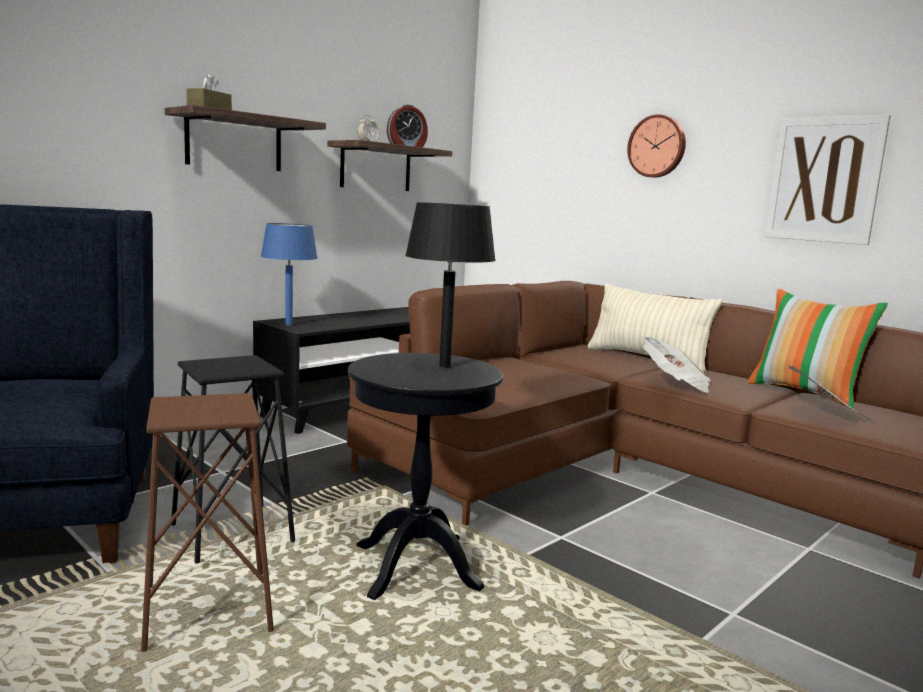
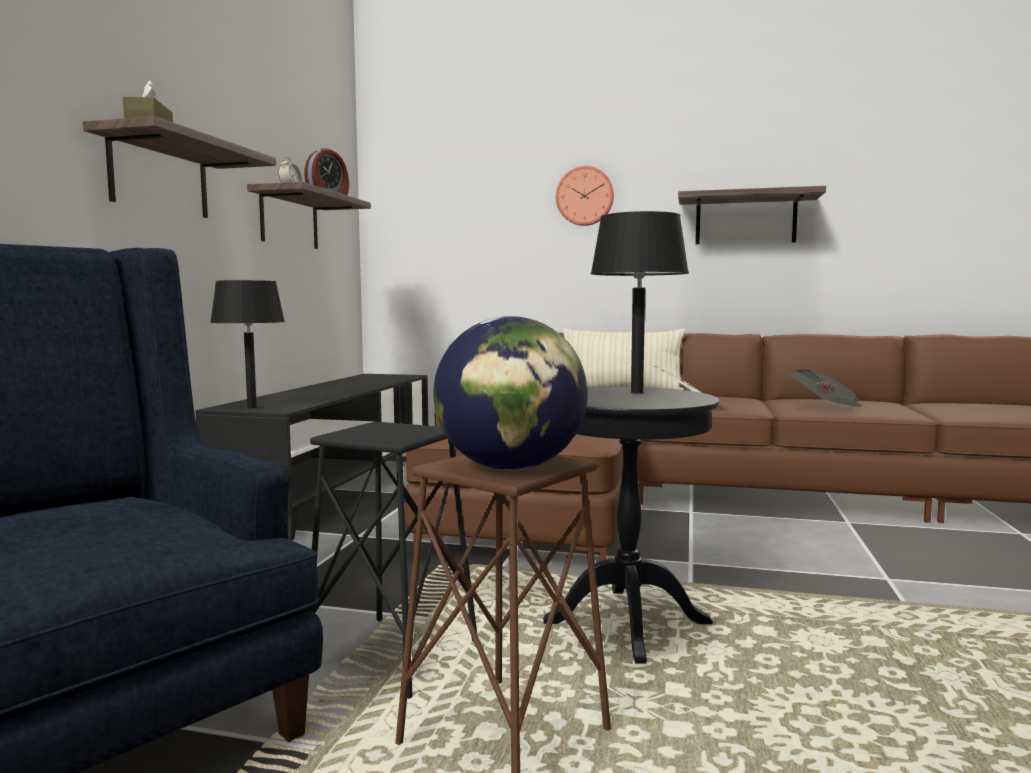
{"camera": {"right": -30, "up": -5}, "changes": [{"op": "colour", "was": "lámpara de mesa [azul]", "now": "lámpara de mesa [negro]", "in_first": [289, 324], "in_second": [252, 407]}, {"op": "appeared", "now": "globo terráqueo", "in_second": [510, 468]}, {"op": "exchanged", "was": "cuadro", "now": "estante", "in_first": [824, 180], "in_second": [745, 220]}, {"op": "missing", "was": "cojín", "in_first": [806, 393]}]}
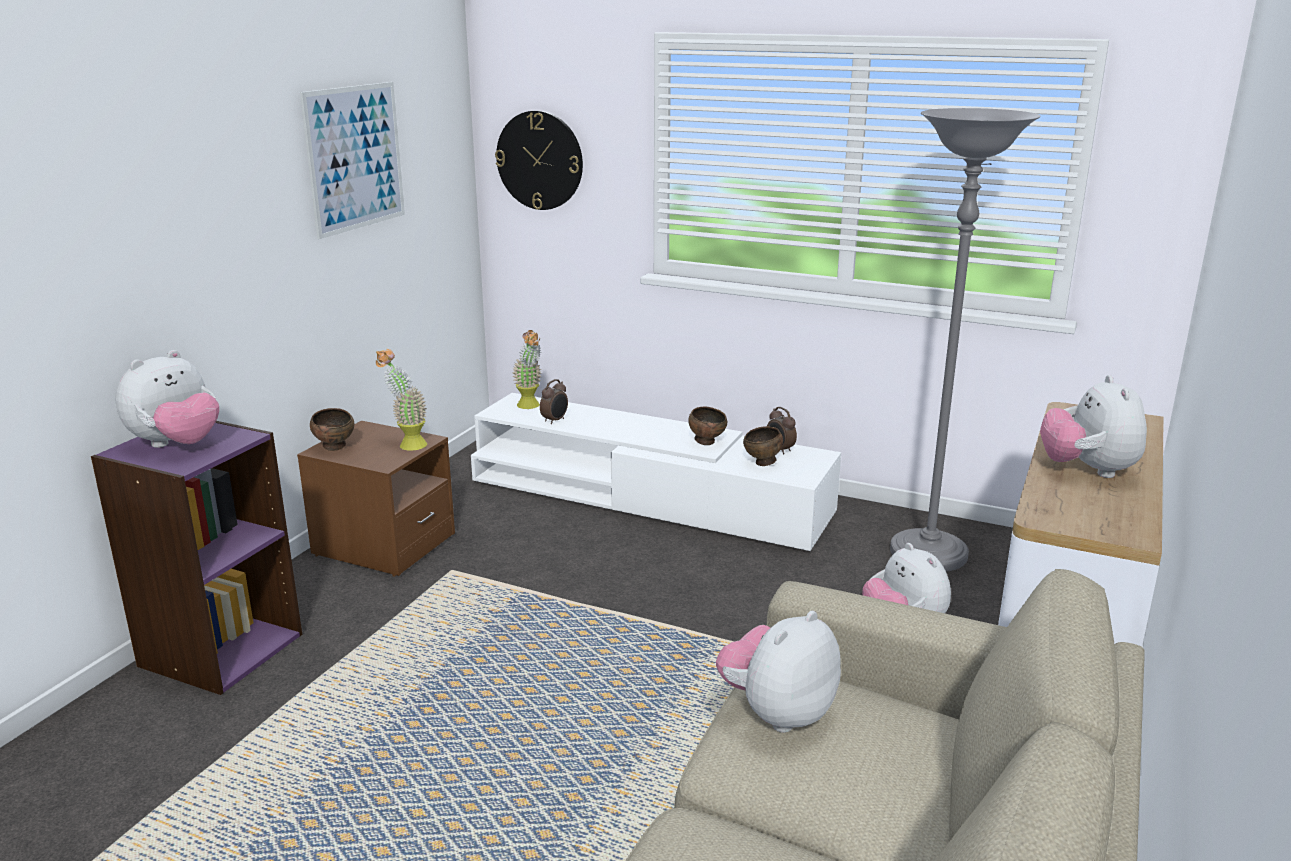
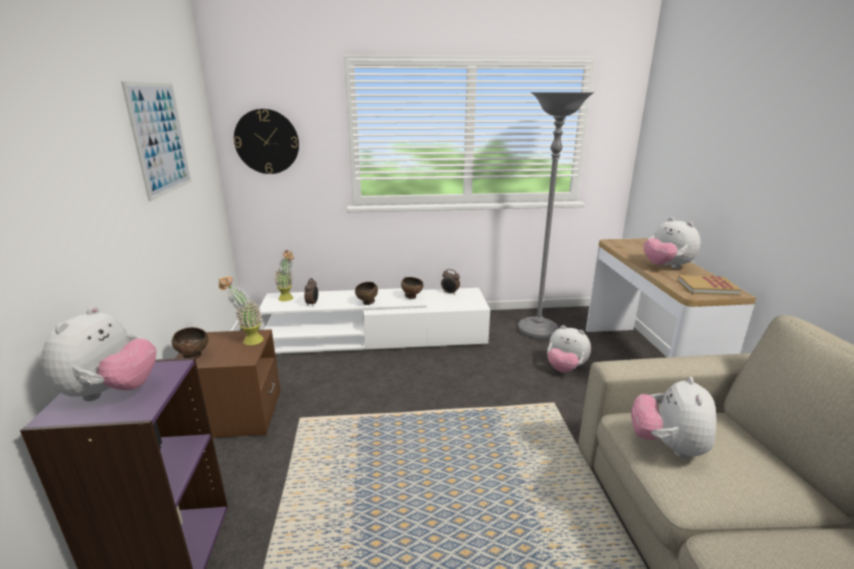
{"camera": {"right": -30, "up": 0}, "changes": [{"op": "relocated", "was": "cuenco [marrón]", "in_first": [762, 463], "in_second": [367, 303]}, {"op": "appeared", "now": "libro", "in_second": [707, 287]}]}
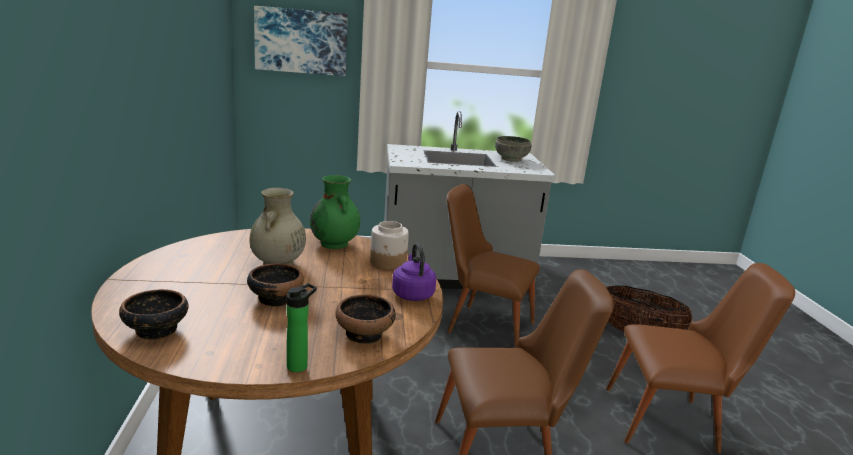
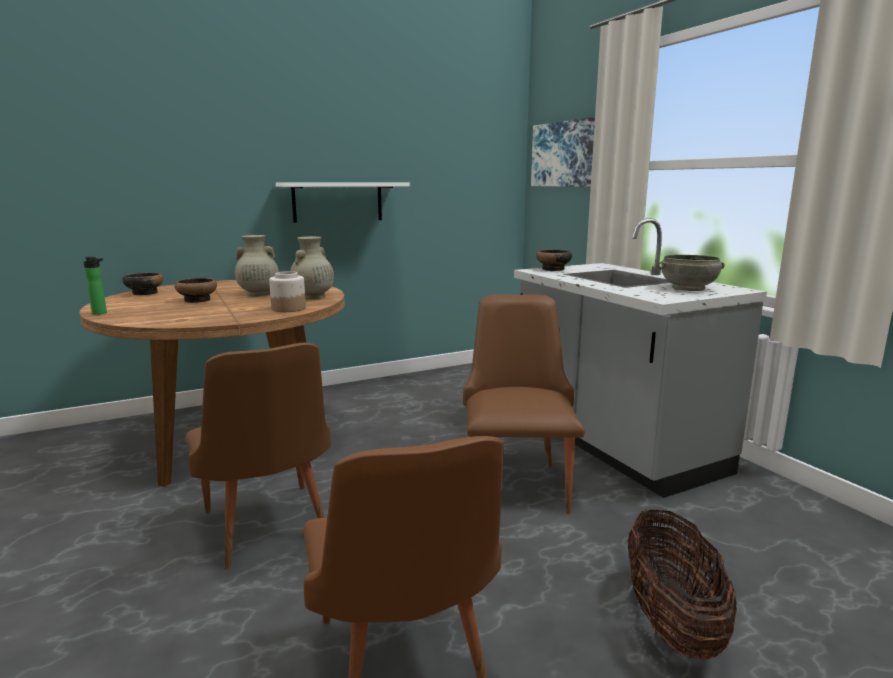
{"camera": {"right": 70, "up": -5}, "changes": [{"op": "appeared", "now": "estante [blanco]", "in_second": [337, 202]}, {"op": "colour", "was": "florero [verde]", "now": "florero [beis]", "in_first": [334, 244], "in_second": [313, 297]}, {"op": "relocated", "was": "cuenco", "in_first": [365, 334], "in_second": [553, 269]}, {"op": "missing", "was": "hervidor [morado]", "in_first": [412, 294]}]}
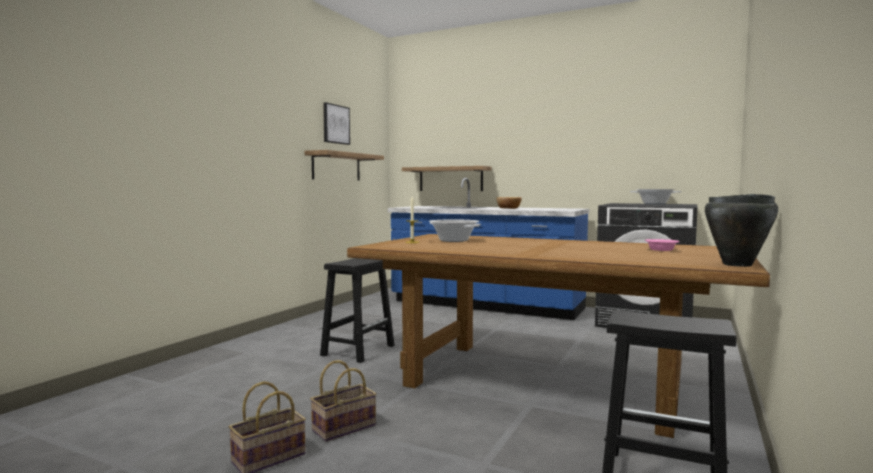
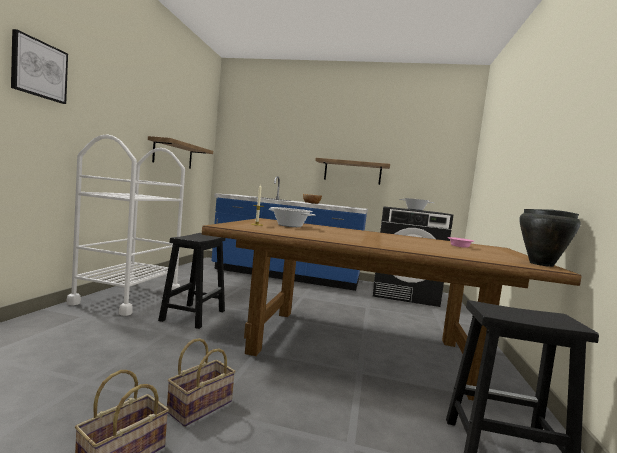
{"camera": {"right": -15, "up": 0}, "changes": [{"op": "relocated", "was": "cuadro", "in_first": [335, 124], "in_second": [39, 69]}, {"op": "appeared", "now": "carrito [blanco]", "in_second": [128, 297]}, {"op": "relocated", "was": "estante", "in_first": [450, 179], "in_second": [352, 172]}]}
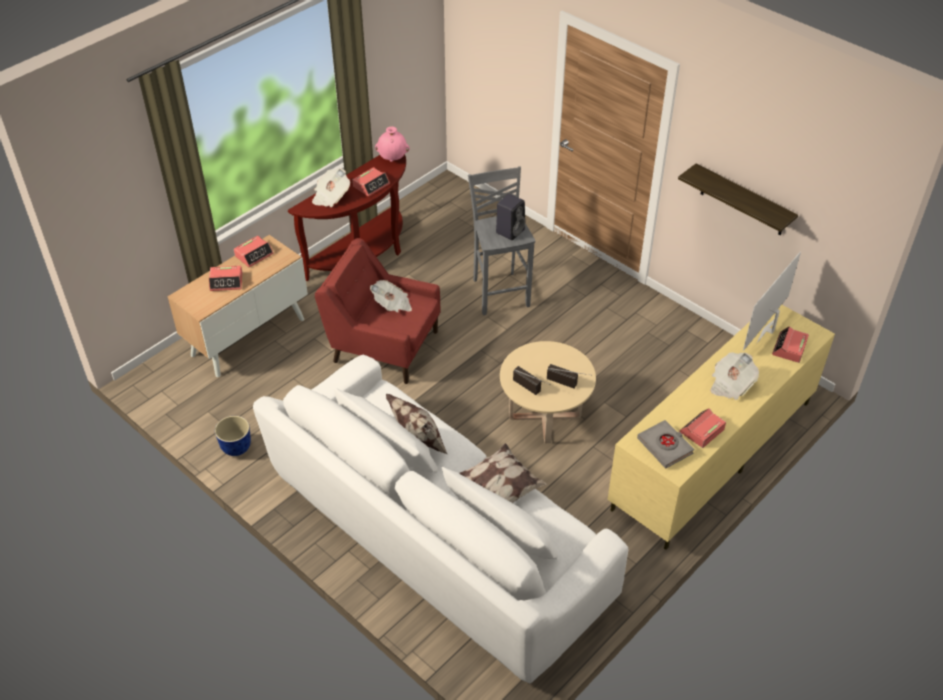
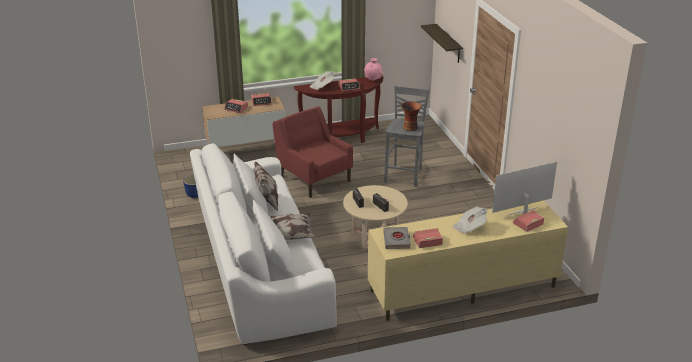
{"camera": {"right": 30, "up": -15}, "changes": [{"op": "exchanged", "was": "altavoz [negro]", "now": "florero", "in_first": [510, 231], "in_second": [410, 127]}, {"op": "relocated", "was": "estante", "in_first": [743, 201], "in_second": [448, 43]}, {"op": "missing", "was": "periódico", "in_first": [392, 305]}]}
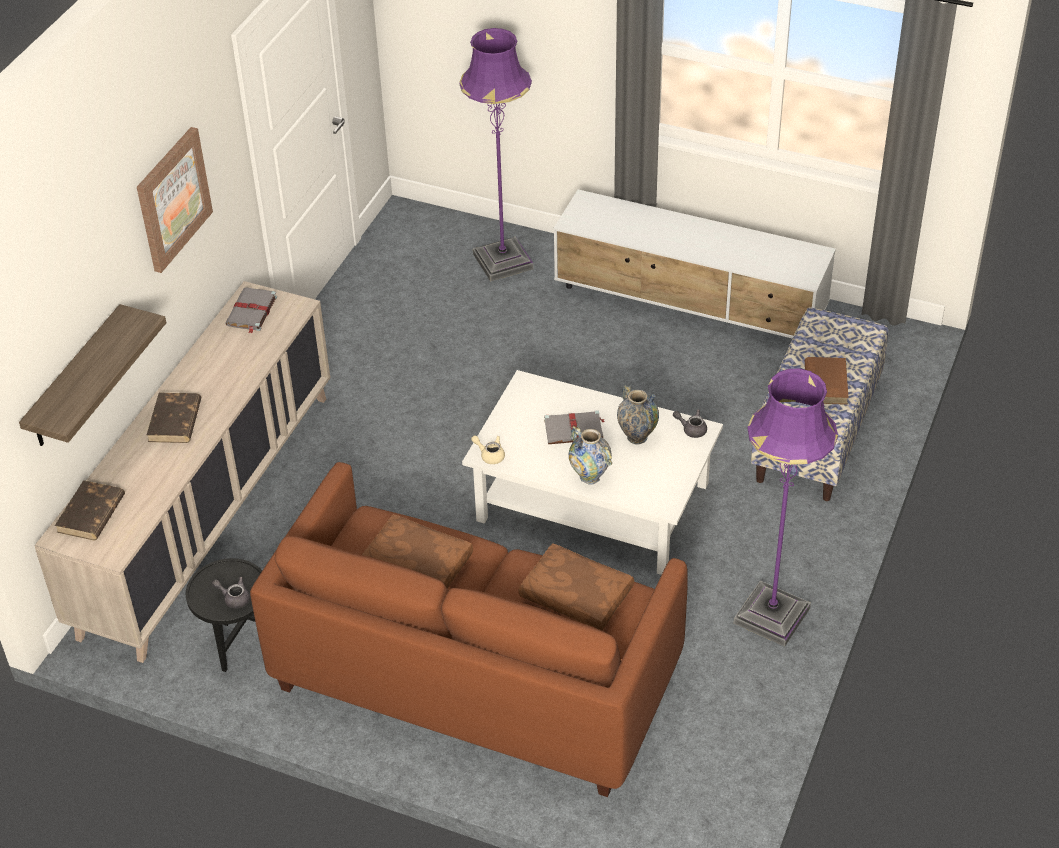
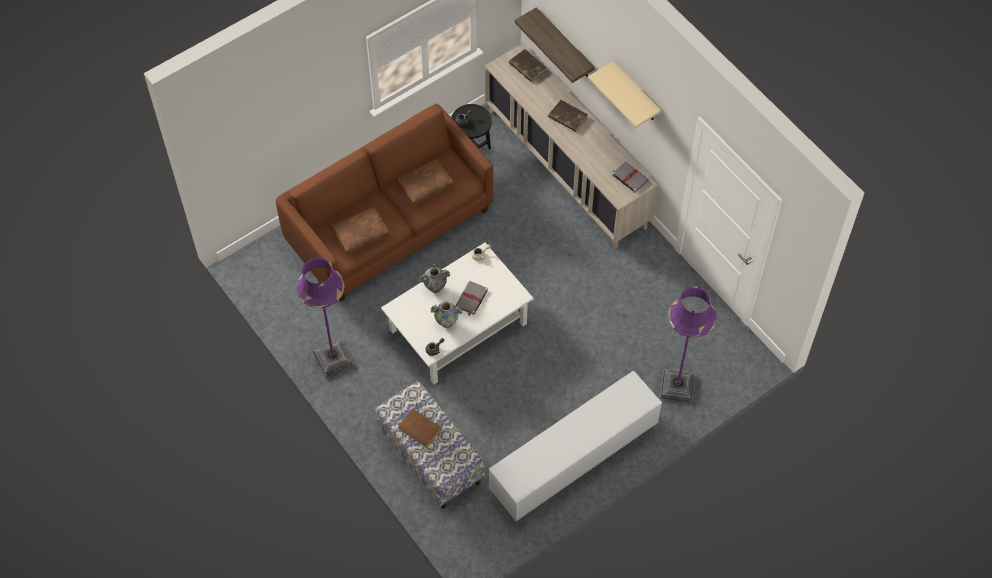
{"camera": {"right": 120, "up": 15}, "changes": [{"op": "exchanged", "was": "cuadro", "now": "estante [beis]", "in_first": [172, 199], "in_second": [636, 93]}]}
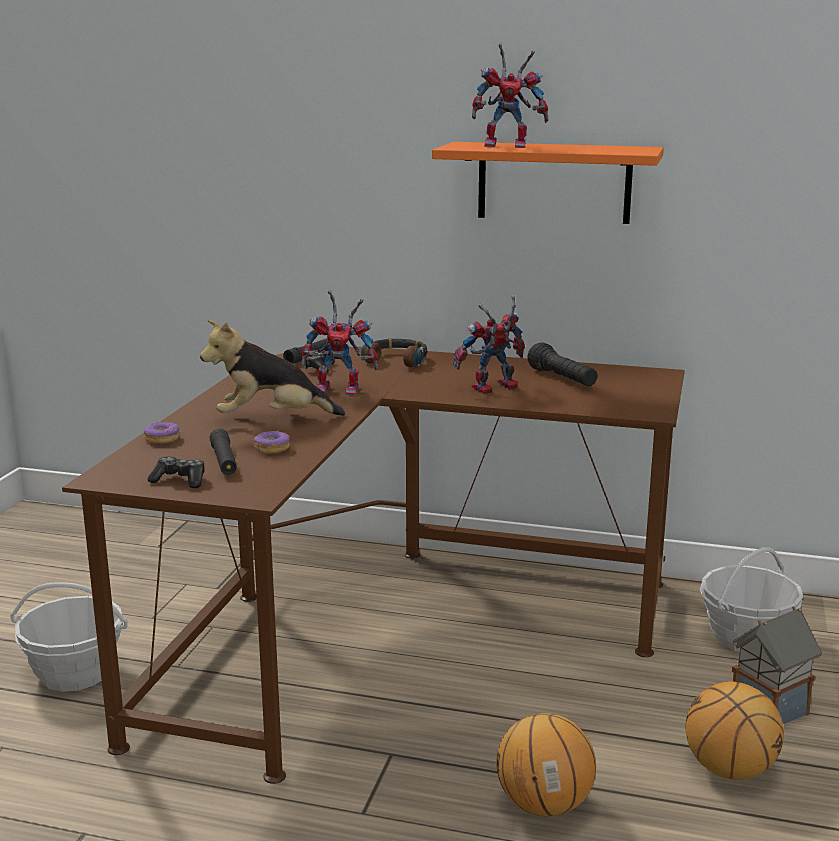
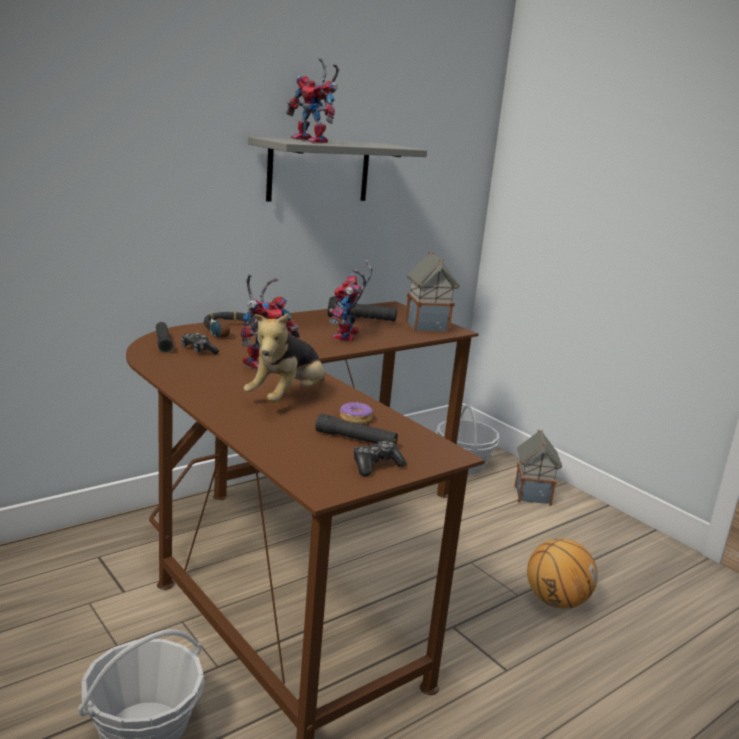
{"camera": {"right": -55, "up": 0}, "changes": [{"op": "colour", "was": "estante [naranja]", "now": "estante [gris]", "in_first": [554, 182], "in_second": [319, 170]}, {"op": "spun", "was": "robot de juguete", "in_first": [509, 146], "in_second": [314, 141], "clockwise": 90}, {"op": "appeared", "now": "casita", "in_second": [427, 326]}, {"op": "missing", "was": "rosquilla", "in_first": [162, 439]}, {"op": "missing", "was": "balón de baloncesto", "in_first": [729, 770]}]}
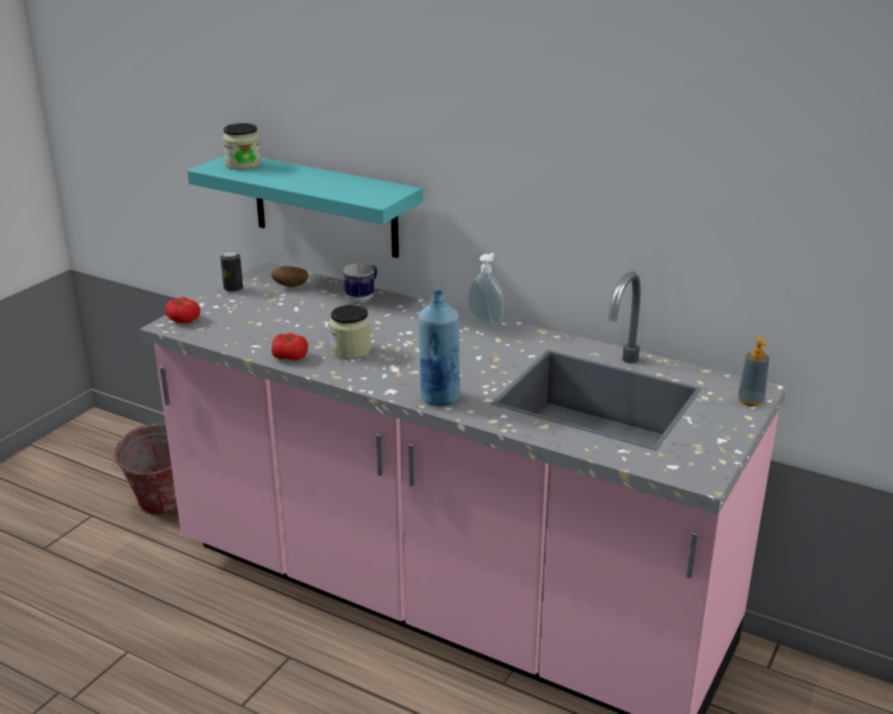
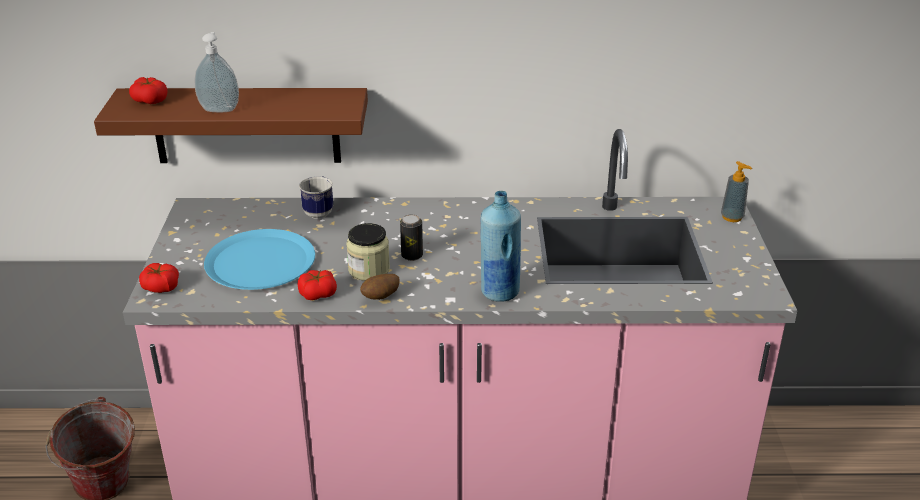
{"camera": {"right": -30, "up": 5}, "changes": [{"op": "colour", "was": "estante [turquesa]", "now": "estante [marrón]", "in_first": [325, 205], "in_second": [246, 125]}, {"op": "exchanged", "was": "tarro", "now": "tomate", "in_first": [243, 164], "in_second": [150, 100]}, {"op": "relocated", "was": "dispensador de jabón", "in_first": [486, 323], "in_second": [220, 109]}, {"op": "appeared", "now": "plato [azul]", "in_second": [260, 262]}, {"op": "relocated", "was": "patata", "in_first": [290, 286], "in_second": [381, 298]}, {"op": "relocated", "was": "lata", "in_first": [233, 289], "in_second": [412, 255]}]}
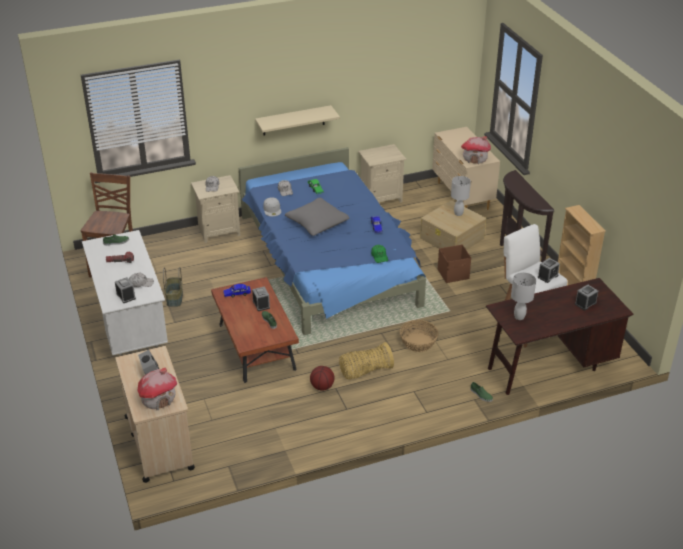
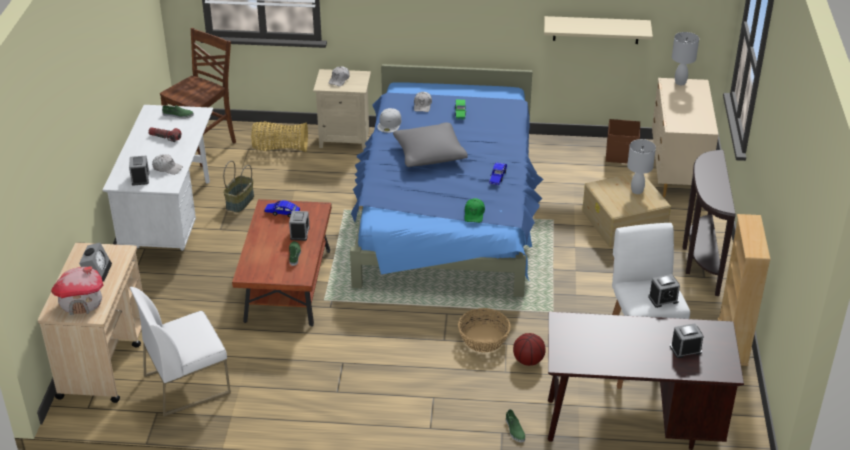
{"camera": {"right": 25, "up": 0}, "changes": [{"op": "appeared", "now": "silla [blanco]", "in_second": [187, 383]}, {"op": "relocated", "was": "cesta", "in_first": [365, 371], "in_second": [279, 148]}, {"op": "relocated", "was": "balón de baloncesto", "in_first": [322, 387], "in_second": [528, 361]}, {"op": "relocated", "was": "estante [beis]", "in_first": [293, 120], "in_second": [596, 30]}, {"op": "relocated", "was": "caja de almacenaje [marrón]", "in_first": [453, 274], "in_second": [621, 155]}, {"op": "relocated", "was": "lámpara de mesa [blanco]", "in_first": [519, 317], "in_second": [680, 83]}, {"op": "missing", "was": "mesita de noche [beis]", "in_first": [380, 198]}, {"op": "missing", "was": "casita", "in_first": [475, 158]}]}
